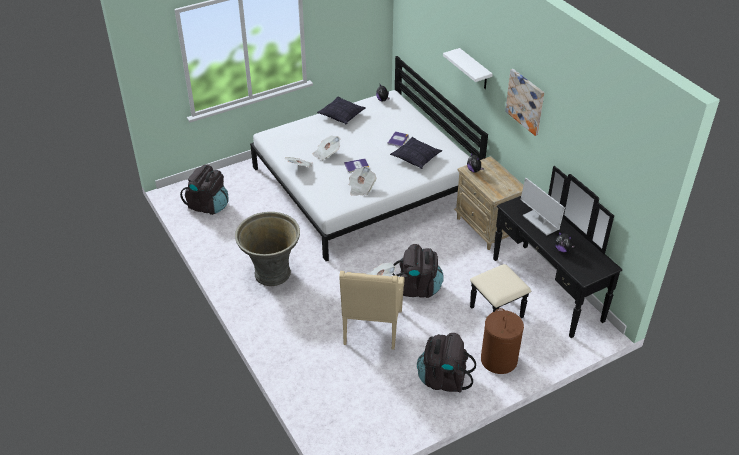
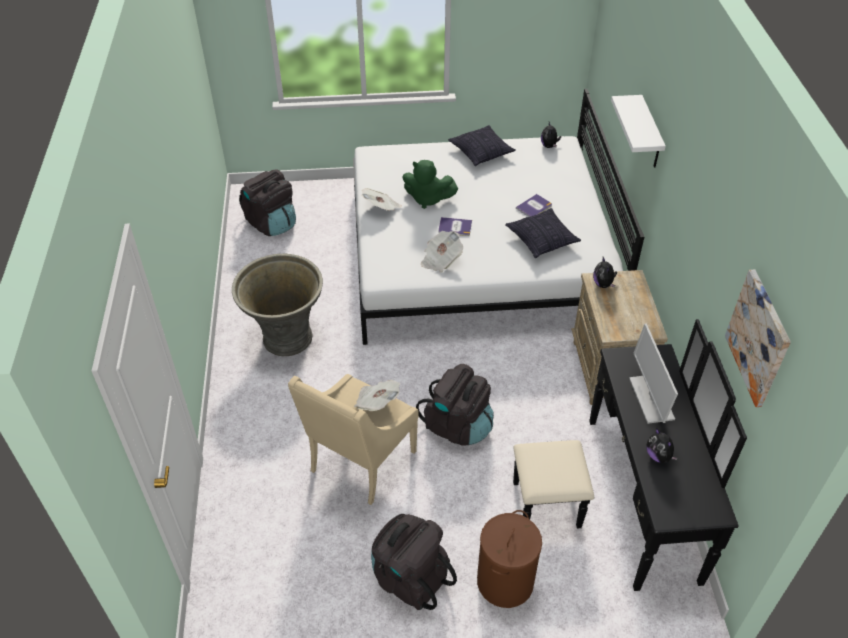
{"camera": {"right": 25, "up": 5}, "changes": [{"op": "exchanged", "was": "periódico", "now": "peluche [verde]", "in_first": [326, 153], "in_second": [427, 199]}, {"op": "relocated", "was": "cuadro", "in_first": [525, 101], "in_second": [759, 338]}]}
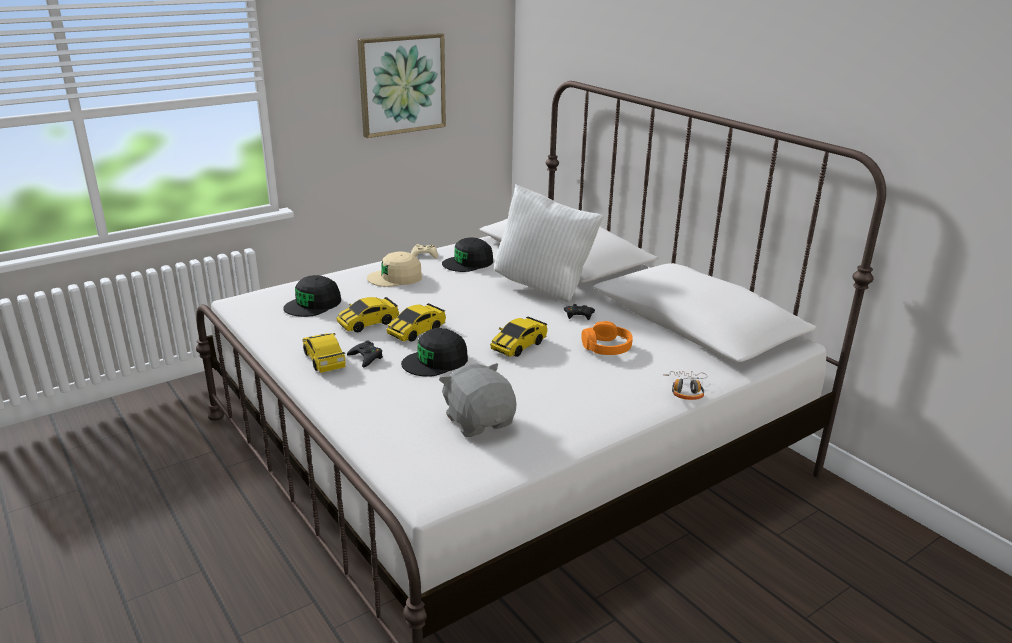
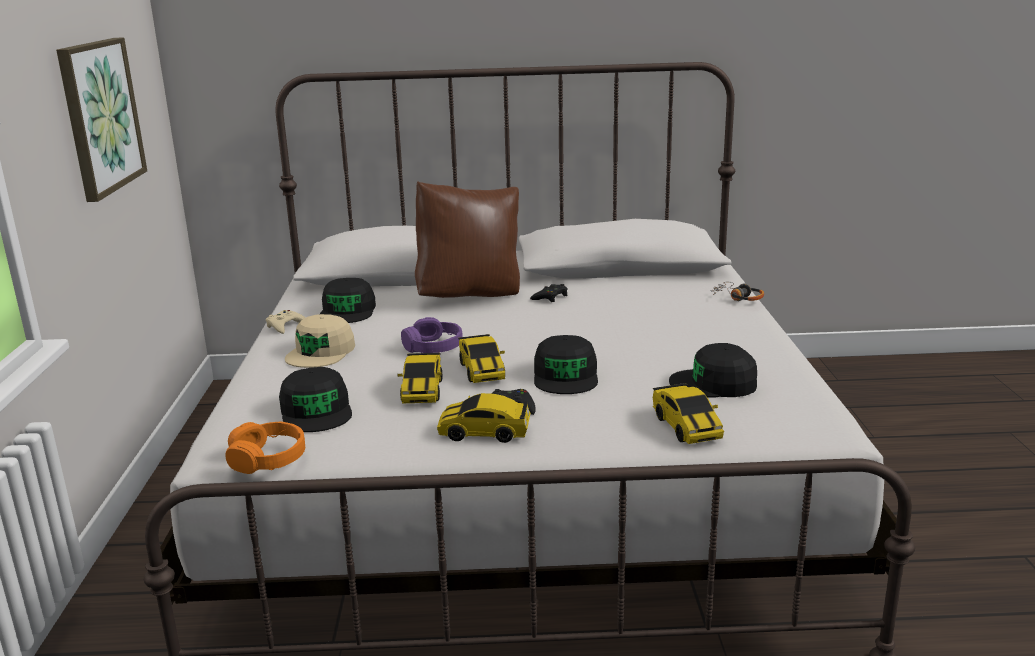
{"camera": {"right": -55, "up": -5}, "changes": [{"op": "relocated", "was": "auriculares [naranja]", "in_first": [606, 347], "in_second": [268, 458]}, {"op": "appeared", "now": "auriculares [morado]", "in_second": [433, 347]}, {"op": "colour", "was": "cojín [blanco]", "now": "cojín [marrón]", "in_first": [544, 288], "in_second": [470, 296]}, {"op": "relocated", "was": "coche de juguete", "in_first": [519, 346], "in_second": [686, 427]}, {"op": "exchanged", "was": "peluche [gris]", "now": "gorra [negro]", "in_first": [479, 421], "in_second": [714, 383]}]}
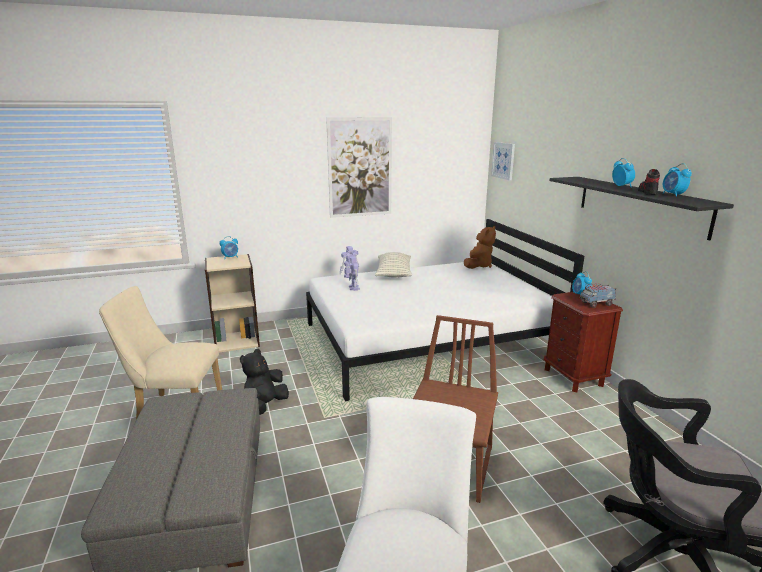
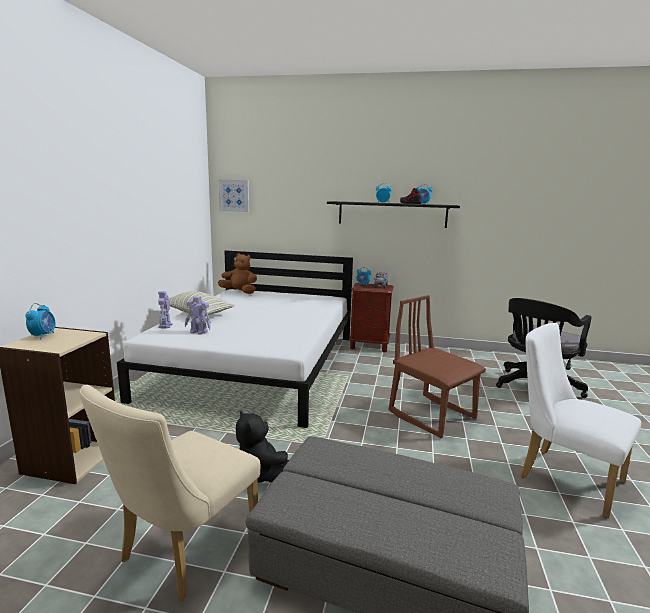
{"camera": {"right": -60, "up": -5}, "changes": [{"op": "spun", "was": "peluche [marrón]", "in_first": [478, 265], "in_second": [239, 292], "clockwise": -45}, {"op": "missing", "was": "cuadro", "in_first": [360, 168]}]}
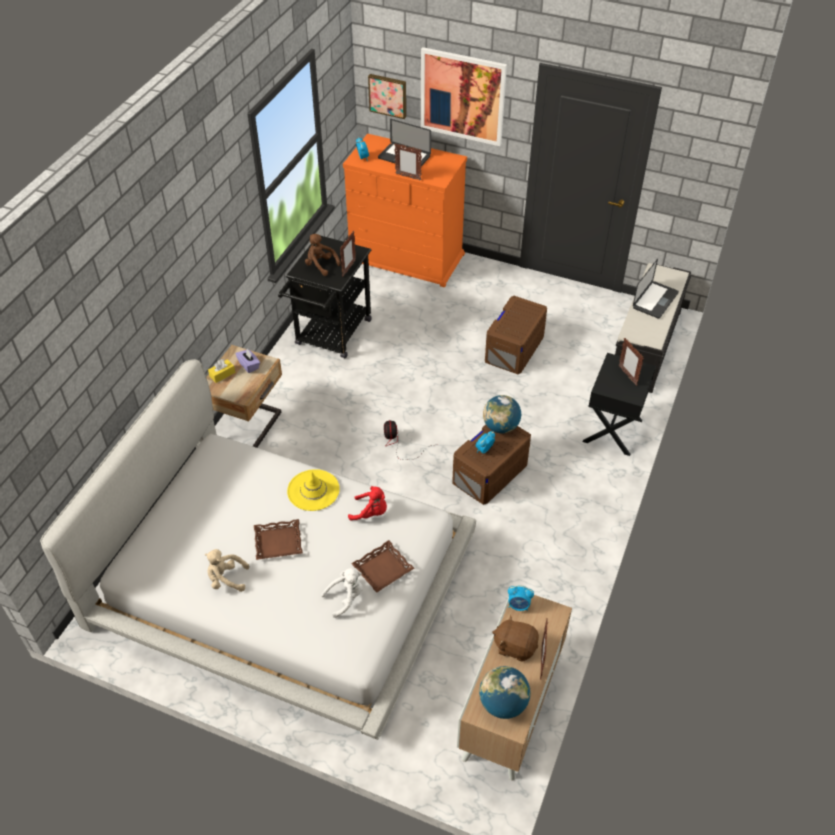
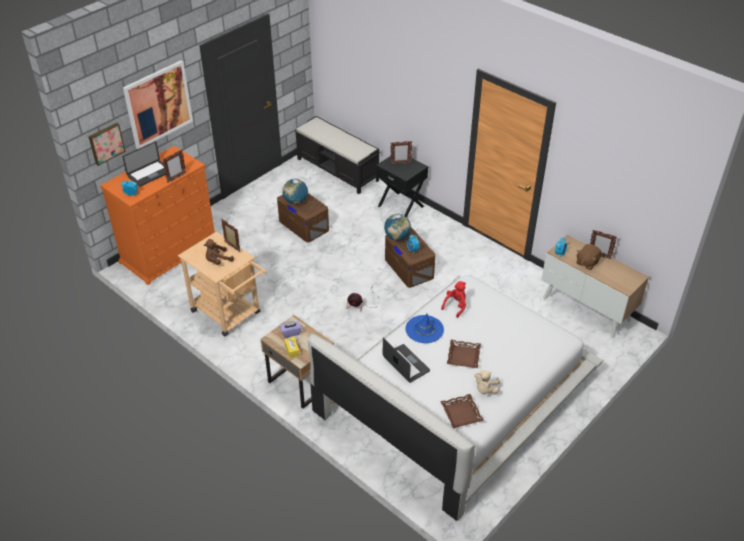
{"camera": {"right": -70, "up": -5}, "changes": [{"op": "colour", "was": "carrito [negro]", "now": "carrito [beis]", "in_first": [330, 336], "in_second": [230, 314]}, {"op": "relocated", "was": "globo terráqueo", "in_first": [503, 704], "in_second": [296, 201]}, {"op": "relocated", "was": "portátil", "in_first": [655, 300], "in_second": [406, 364]}, {"op": "colour", "was": "sombrero [amarillo]", "now": "sombrero [azul]", "in_first": [313, 490], "in_second": [424, 329]}, {"op": "relocated", "was": "bandeja [marrón]", "in_first": [382, 569], "in_second": [461, 413]}, {"op": "missing", "was": "peluche [blanco]", "in_first": [346, 598]}]}
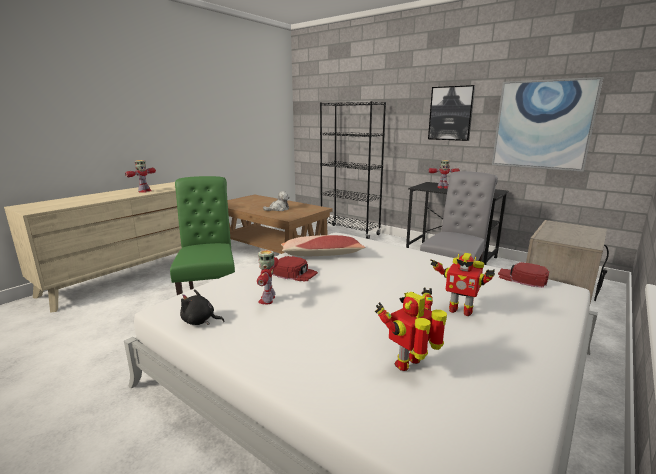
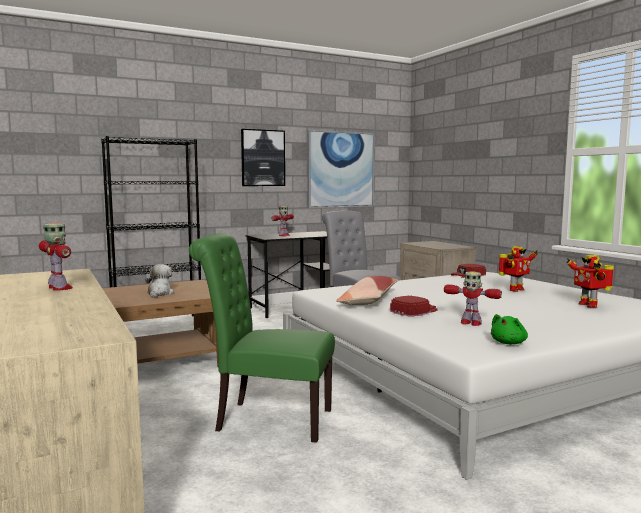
{"camera": {"right": -65, "up": -10}, "changes": [{"op": "colour", "was": "peluche [negro]", "now": "peluche [verde]", "in_first": [200, 321], "in_second": [509, 343]}]}
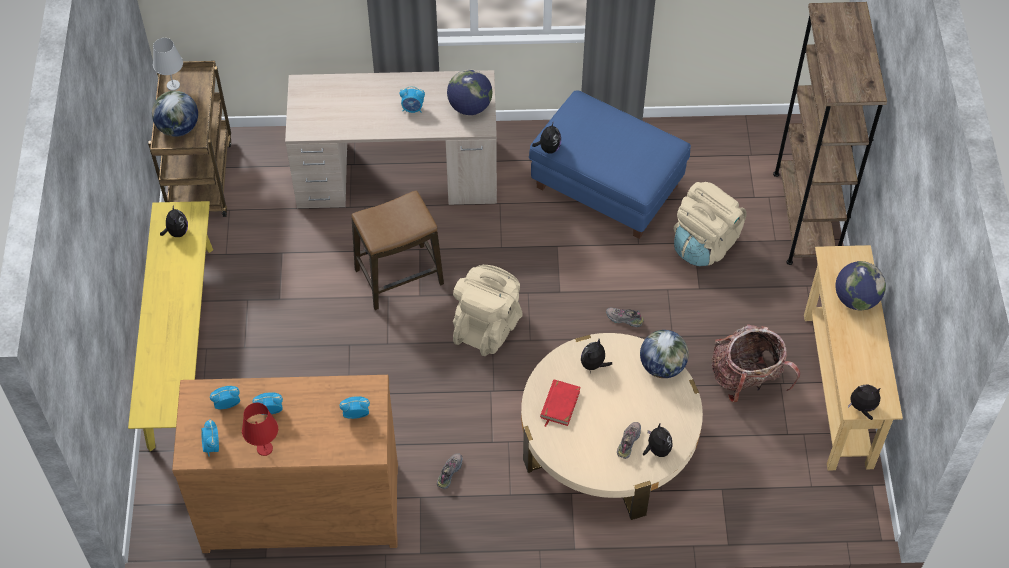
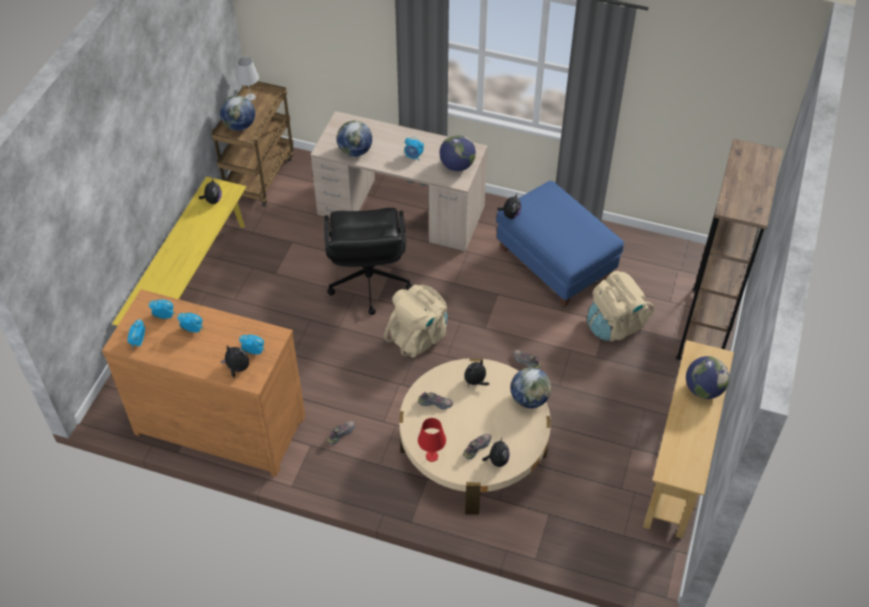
{"camera": {"right": 20, "up": -5}, "changes": [{"op": "relocated", "was": "peluche", "in_first": [862, 408], "in_second": [237, 369]}, {"op": "exchanged", "was": "taburete", "now": "silla de oficina [negro]", "in_first": [399, 277], "in_second": [368, 283]}, {"op": "appeared", "now": "globo terráqueo", "in_second": [355, 151]}, {"op": "exchanged", "was": "libro [rojo]", "now": "zapato", "in_first": [559, 404], "in_second": [435, 403]}, {"op": "relocated", "was": "lámpara de mesa [rojo]", "in_first": [264, 448], "in_second": [432, 456]}, {"op": "missing", "was": "mochila", "in_first": [747, 379]}]}
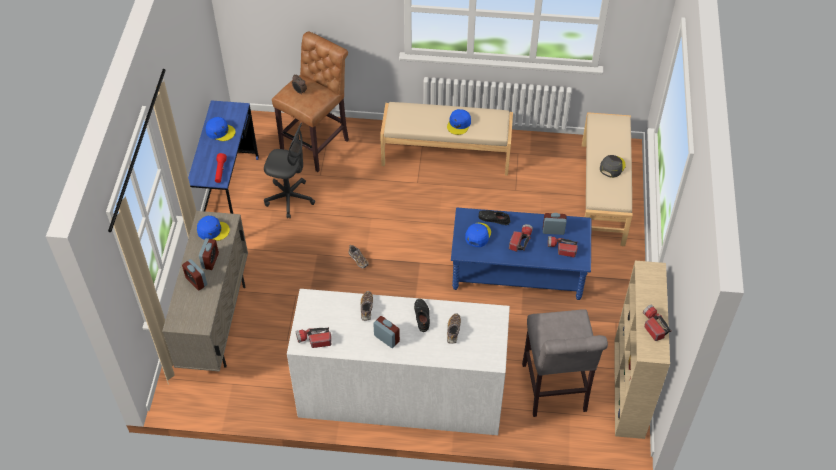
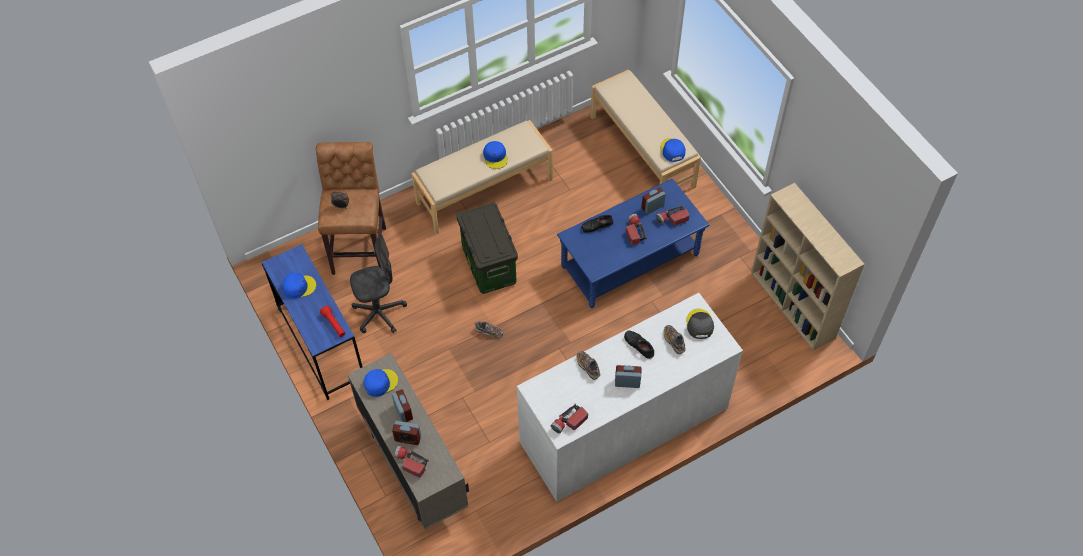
{"camera": {"right": -35, "up": 5}, "changes": [{"op": "relocated", "was": "linterna", "in_first": [653, 325], "in_second": [410, 463]}, {"op": "appeared", "now": "caja de almacenaje", "in_second": [488, 265]}, {"op": "relocated", "was": "gorra [azul]", "in_first": [477, 235], "in_second": [672, 150]}, {"op": "relocated", "was": "gorra [gris]", "in_first": [612, 167], "in_second": [699, 324]}, {"op": "missing", "was": "taburete [gris]", "in_first": [554, 391]}]}
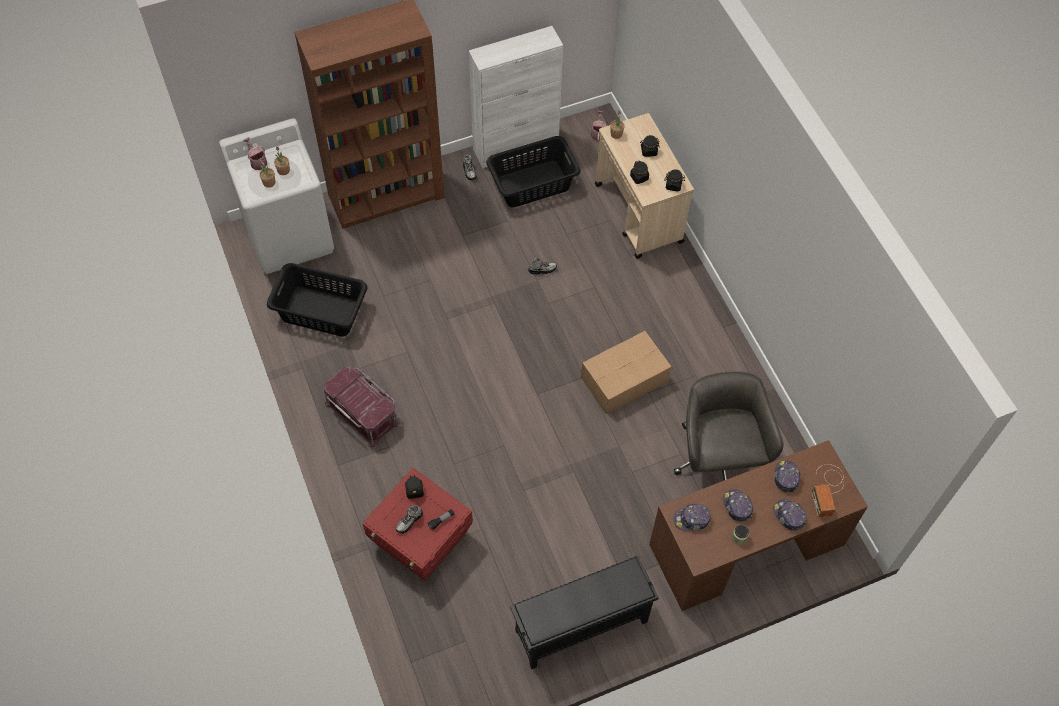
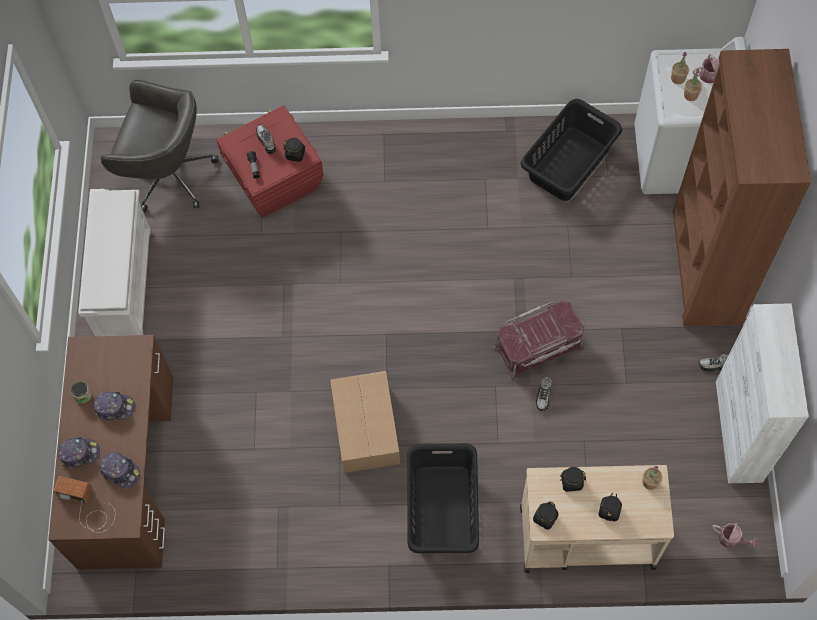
{"camera": {"right": 115, "up": 5}, "changes": [{"op": "colour", "was": "zapatero [negro]", "now": "zapatero [blanco]", "in_first": [580, 627], "in_second": [124, 284]}, {"op": "relocated", "was": "silla de oficina [gris]", "in_first": [717, 460], "in_second": [167, 174]}, {"op": "relocated", "was": "cesto de la ropa [negro]", "in_first": [533, 184], "in_second": [441, 509]}, {"op": "relocated", "was": "caja de almacenaje [rojo]", "in_first": [363, 412], "in_second": [538, 348]}, {"op": "missing", "was": "gorra", "in_first": [692, 519]}]}
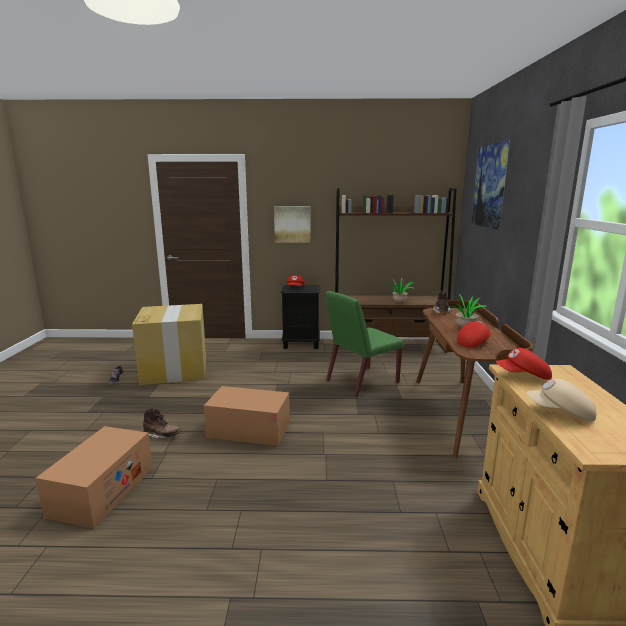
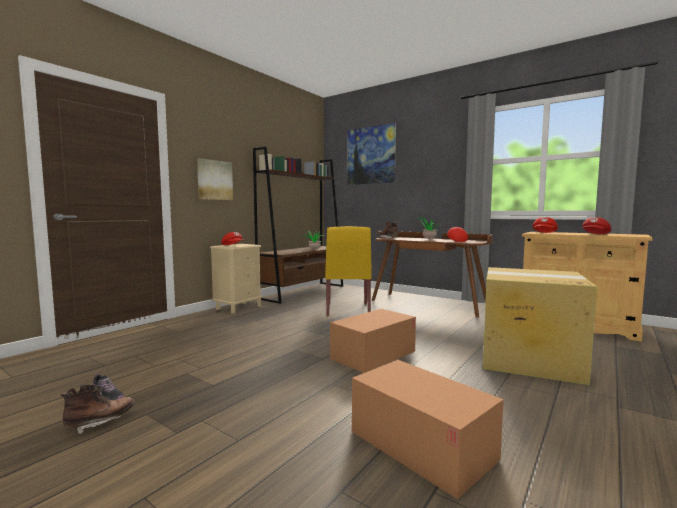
{"camera": {"right": -55, "up": -10}, "changes": [{"op": "relocated", "was": "bota [marrón]", "in_first": [162, 435], "in_second": [100, 422]}, {"op": "colour", "was": "mesita de noche [negro]", "now": "mesita de noche [beis]", "in_first": [301, 344], "in_second": [238, 307]}, {"op": "colour", "was": "silla [verde]", "now": "silla [amarillo]", "in_first": [361, 382], "in_second": [347, 310]}, {"op": "relocated", "was": "caja de cartón", "in_first": [175, 369], "in_second": [528, 359]}, {"op": "colour", "was": "gorra [beis]", "now": "gorra [rojo]", "in_first": [560, 413], "in_second": [595, 234]}]}
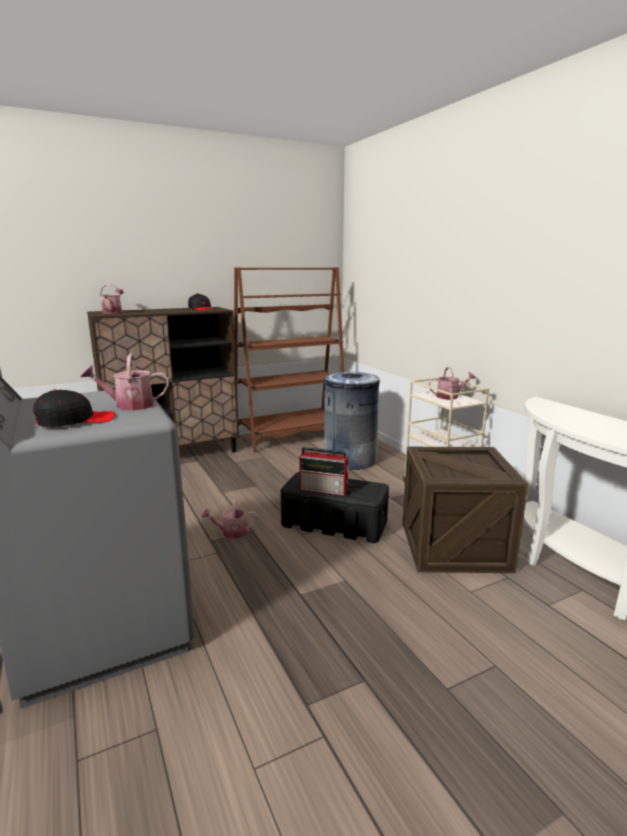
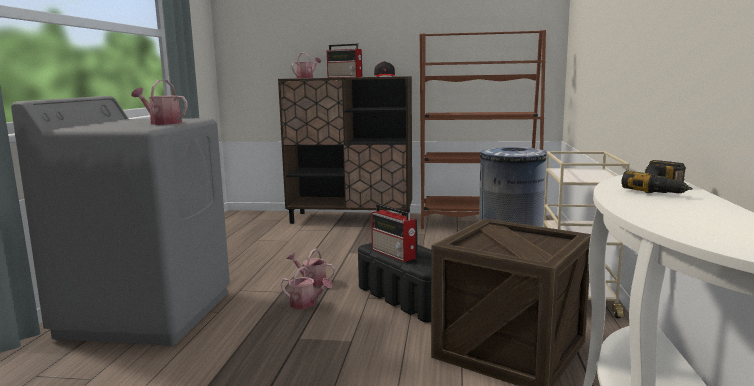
{"camera": {"right": 35, "up": -5}, "changes": [{"op": "relocated", "was": "regadera", "in_first": [450, 397], "in_second": [306, 304]}, {"op": "appeared", "now": "radio", "in_second": [345, 77]}, {"op": "appeared", "now": "taladro", "in_second": [664, 189]}, {"op": "missing", "was": "gorra [negro]", "in_first": [75, 421]}]}
